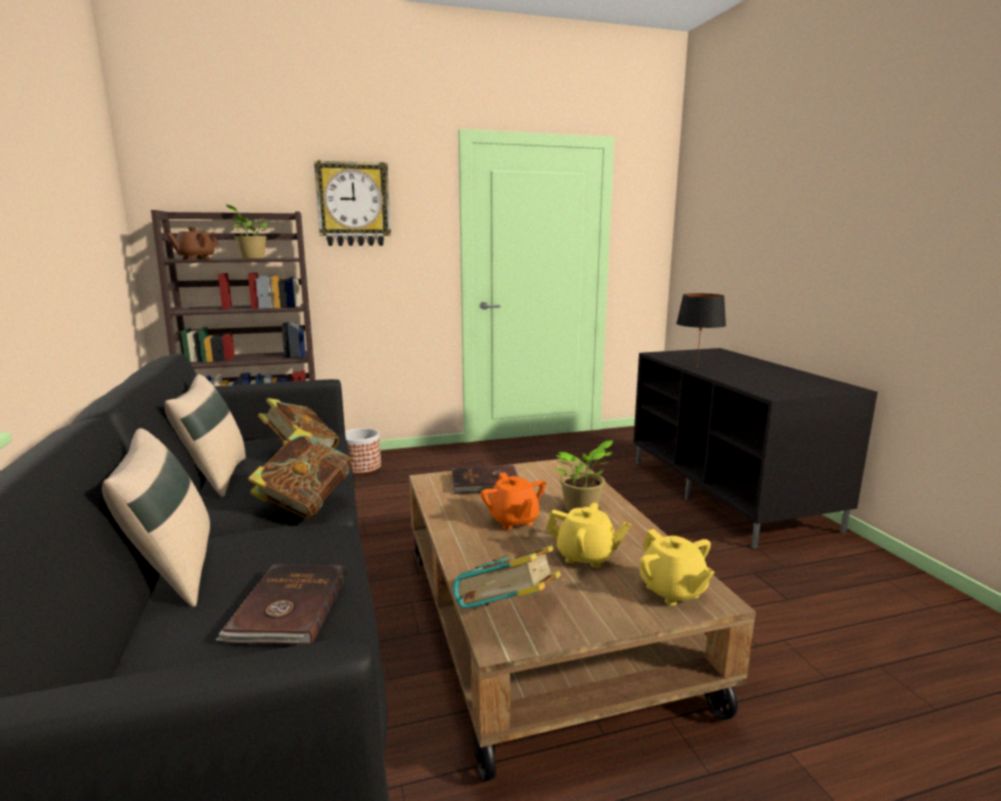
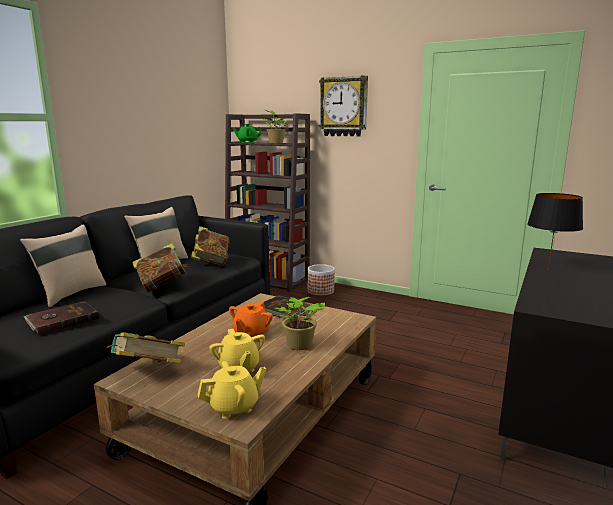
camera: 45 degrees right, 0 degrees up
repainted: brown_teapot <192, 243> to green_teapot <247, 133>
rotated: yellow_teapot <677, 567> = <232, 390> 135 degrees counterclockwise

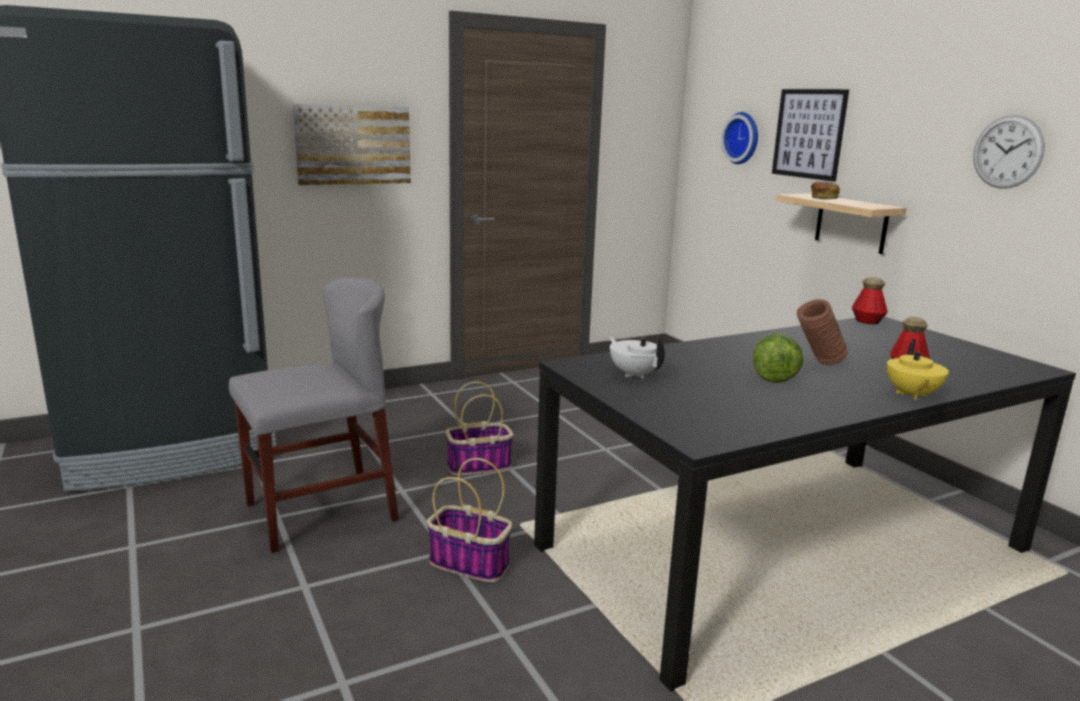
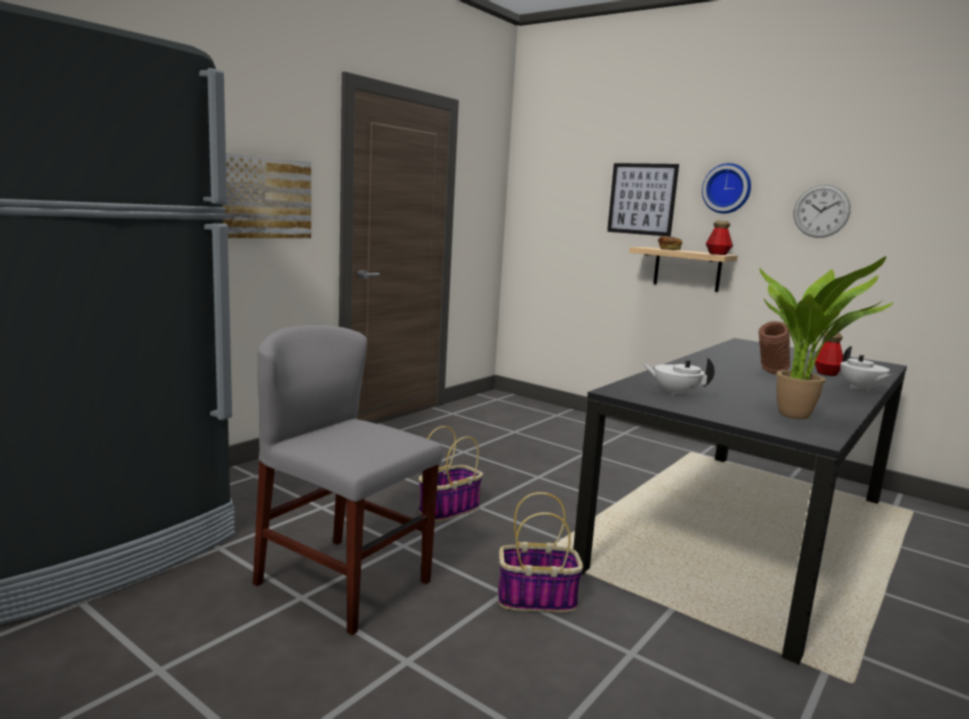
camera: 25 degrees left, 5 degrees down
gone: lettuce <778, 358>
new: potted_plant <826, 337>
shifted: wall_clock <739, 138> to <726, 188>; bottle <870, 301> to <719, 237>
repainted: yellow_teapot <918, 369> to white_teapot <865, 369>
rotated: grey_chair <314, 415> = <347, 480> 90 degrees counterclockwise

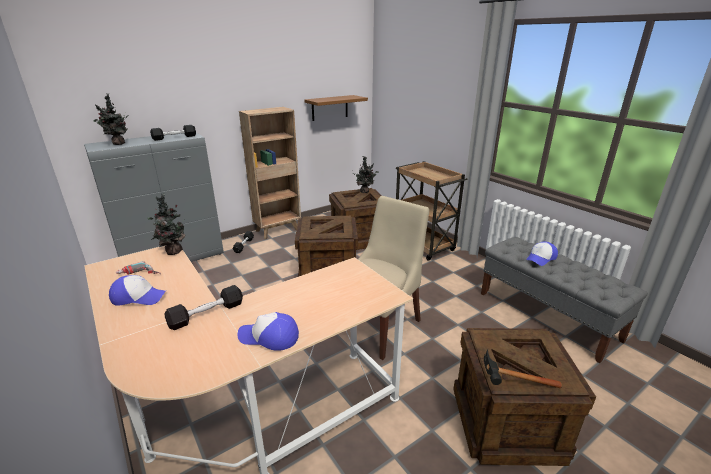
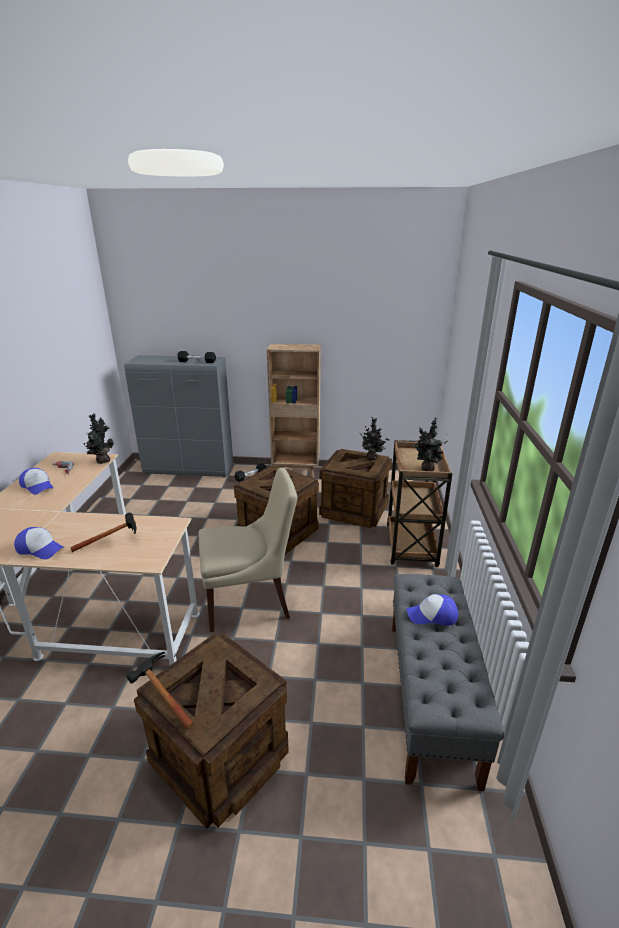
camera: 40 degrees right, 0 degrees up
gone: black_dumbbell <203, 307>; brown_shelf <336, 108>
new: hammer <103, 532>
shifted: potted_plant <110, 119> to <430, 444>
rotated: cap <268, 331> = <39, 543> 150 degrees clockwise

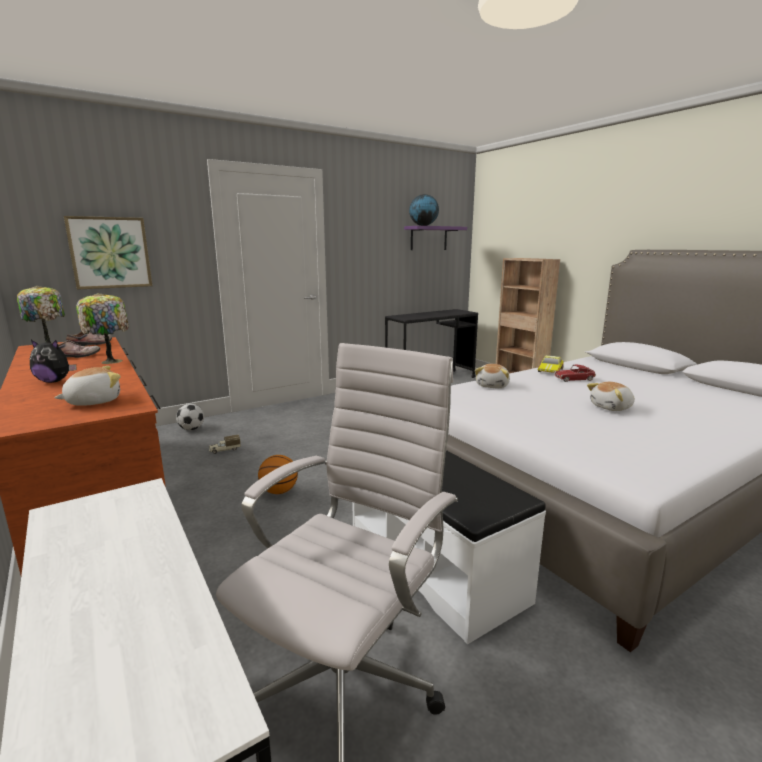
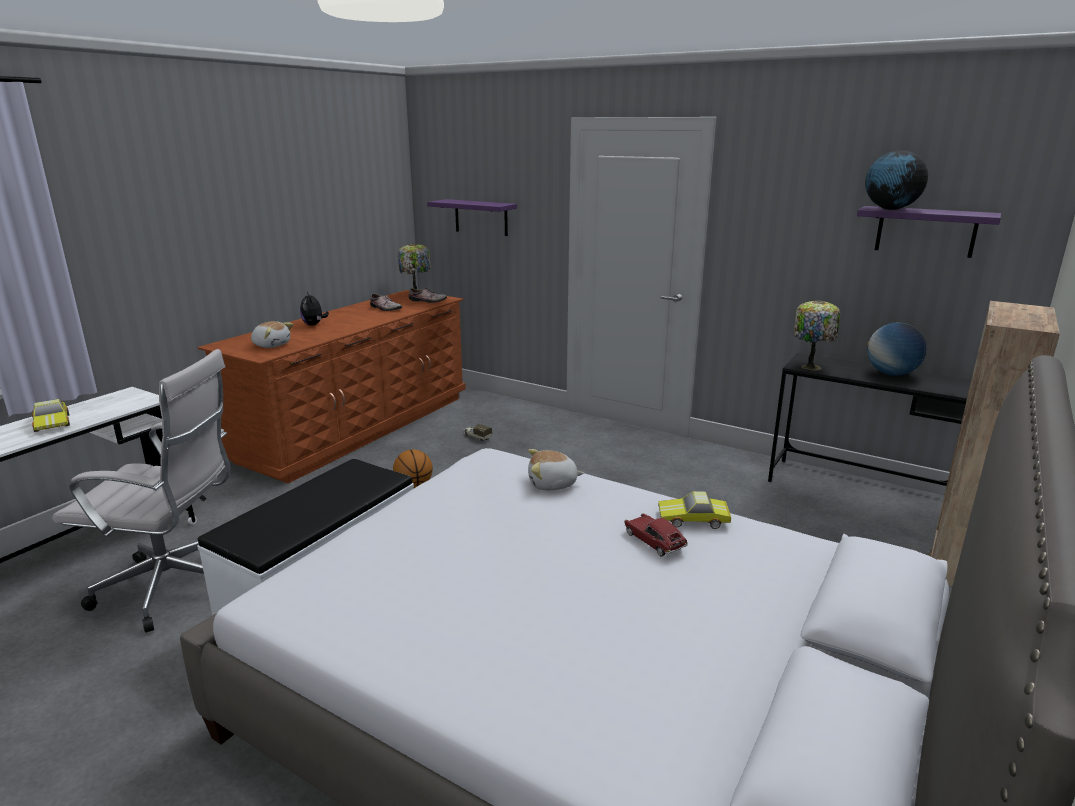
camera: 65 degrees right, 5 degrees up
gone: football <190, 417>; plush_toy <611, 396>
new: toy_car <50, 415>; globe <897, 349>
shifted: table_lamp <102, 328> to <817, 335>
swapped: picture <108, 253> to purple_shelf <472, 217>

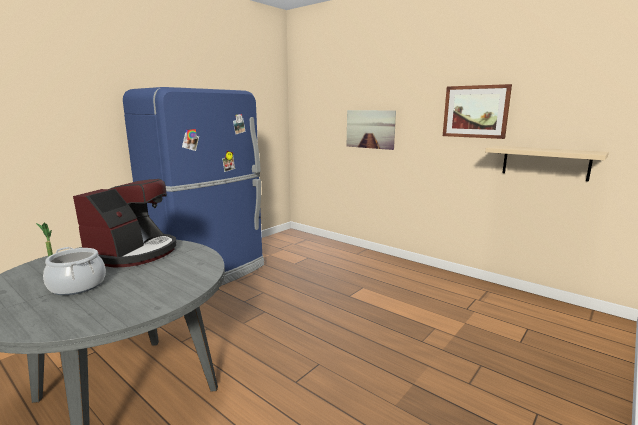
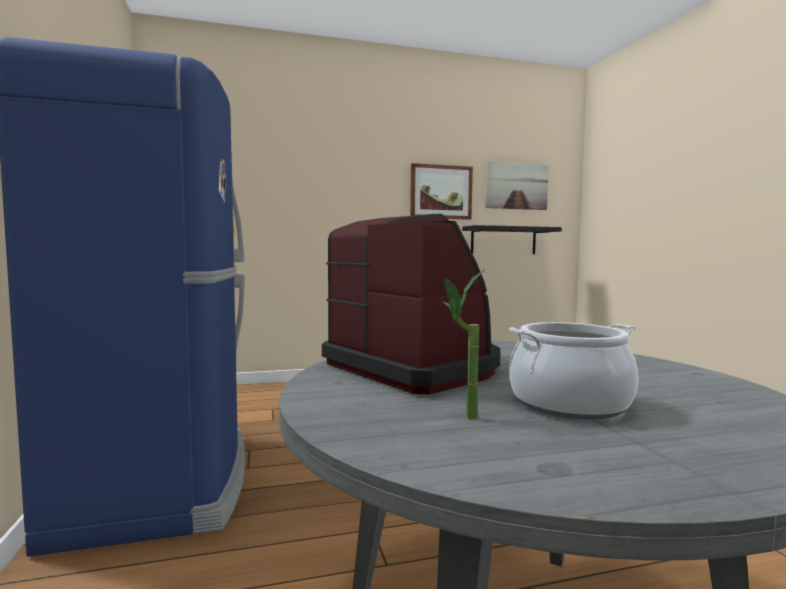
camera: 55 degrees left, 10 degrees down
shifted: picture <371, 130> to <517, 185>
repainted: beige_shelf <547, 164> to black_shelf <512, 239>

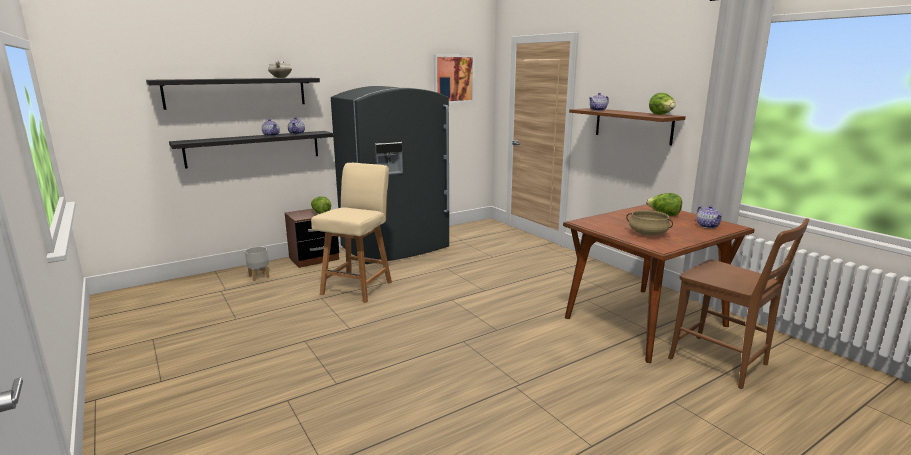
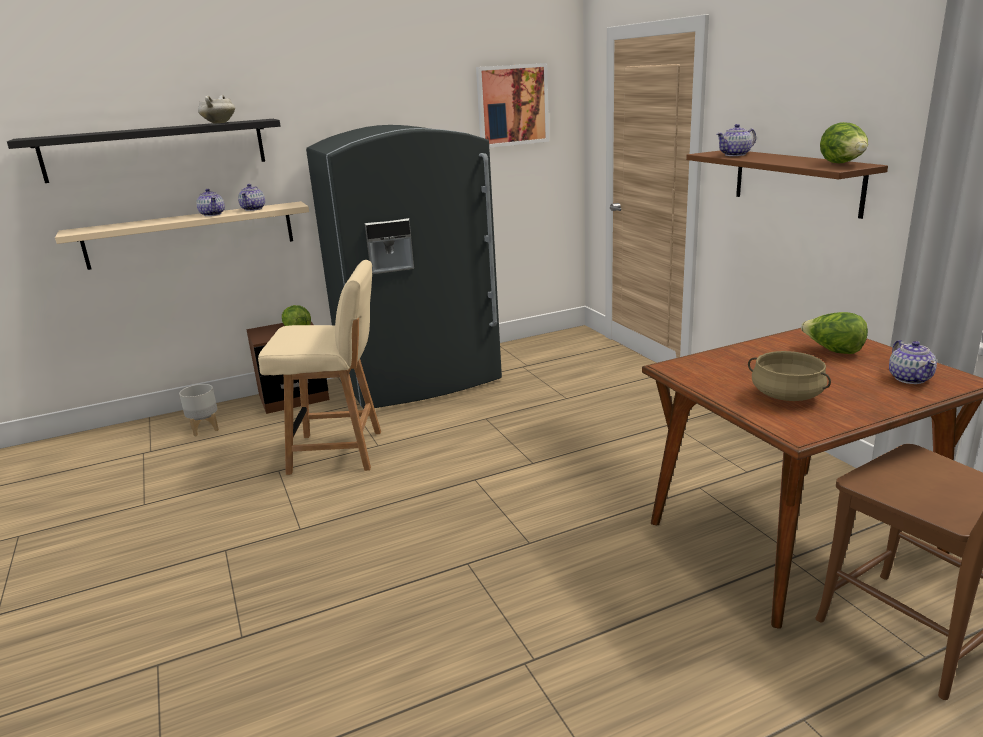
camera: 10 degrees right, 5 degrees up
repainted: black_shelf <251, 150> to beige_shelf <182, 235>
rotated: beige_chair <351, 233> = <319, 367> 60 degrees clockwise

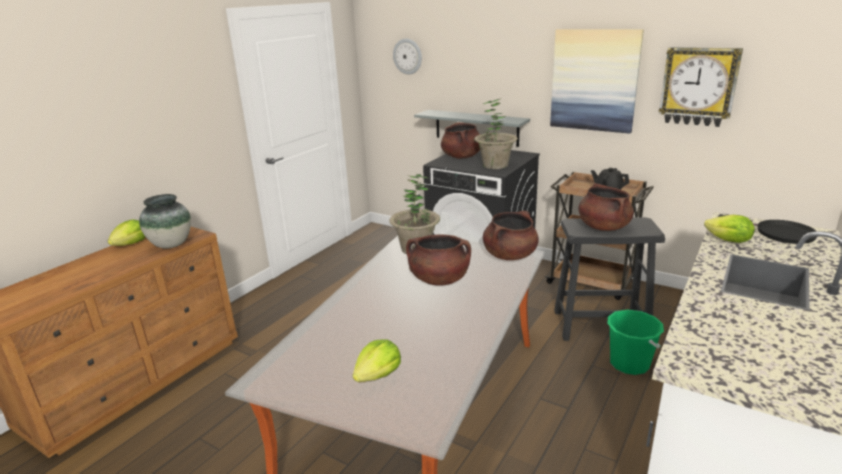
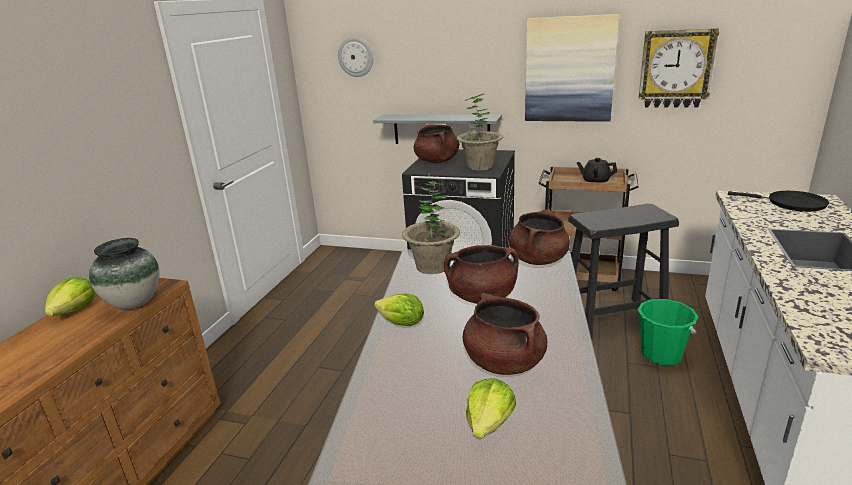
camera: 15 degrees left, 0 degrees up
shifted: brown_cooking_pot <606, 207> to <505, 334>; lettuce <729, 229> to <399, 309>

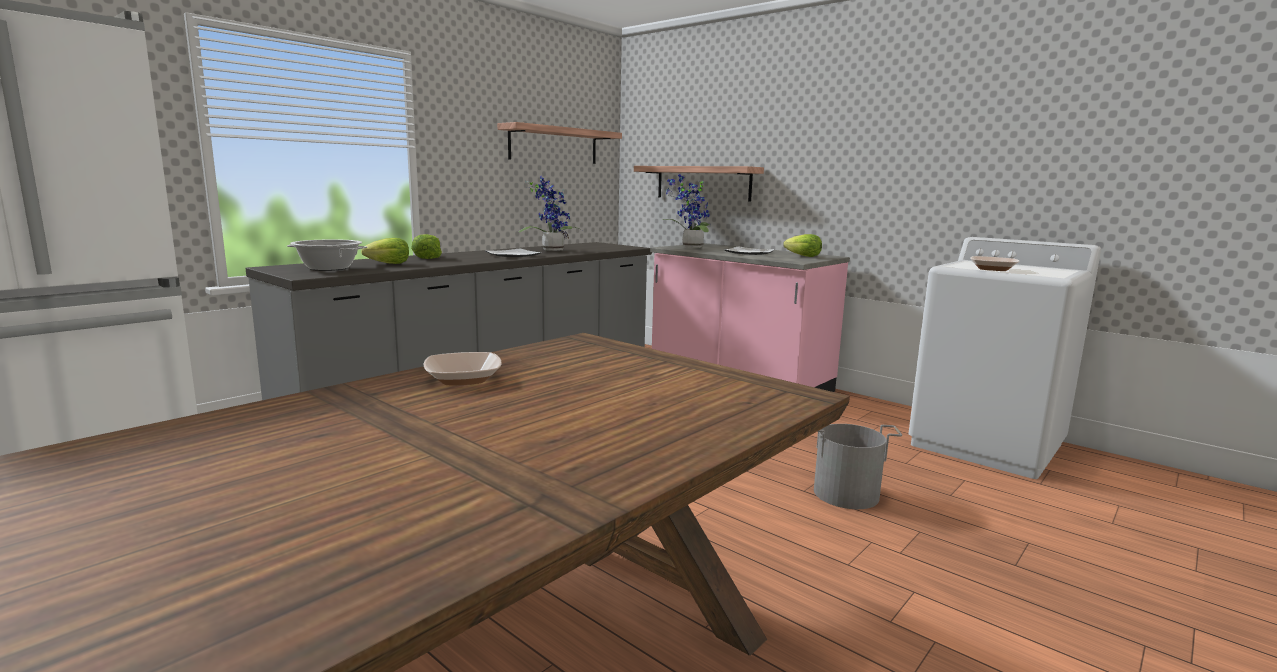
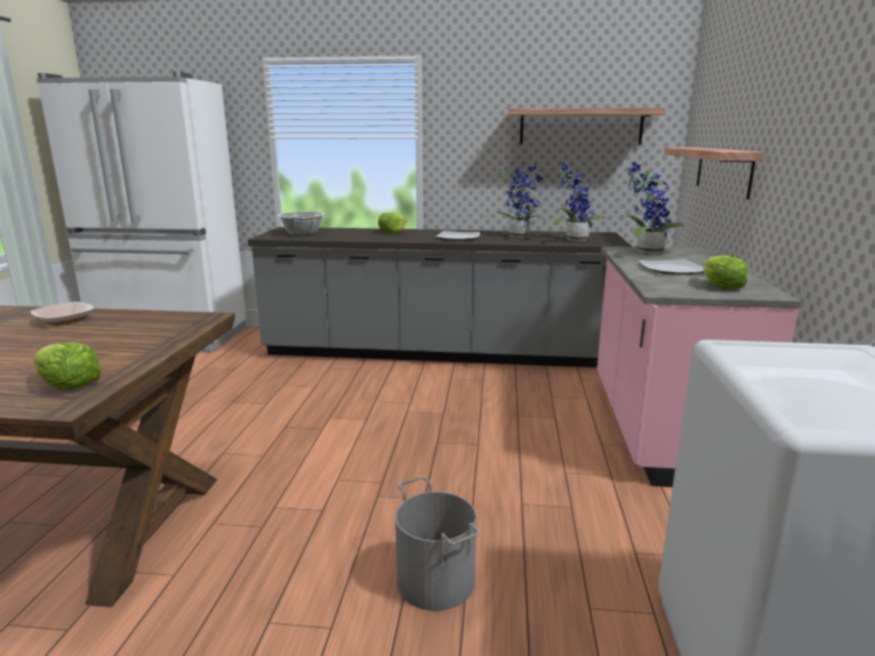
camera: 55 degrees right, 5 degrees up
gone: bowl <994, 263>
new: potted_plant <578, 202>
shifted: lettuce <385, 251> to <67, 366>

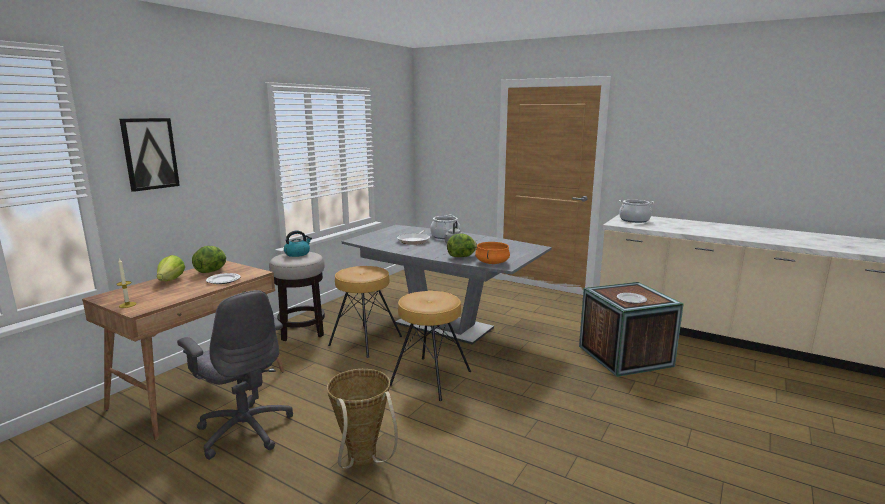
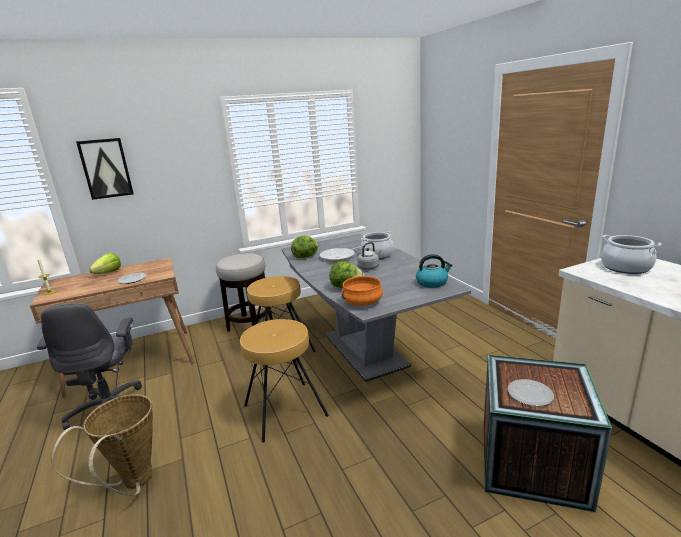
camera: 35 degrees right, 5 degrees up
shifted: lettuce <209, 259> to <305, 247>; kettle <298, 243> to <434, 271>

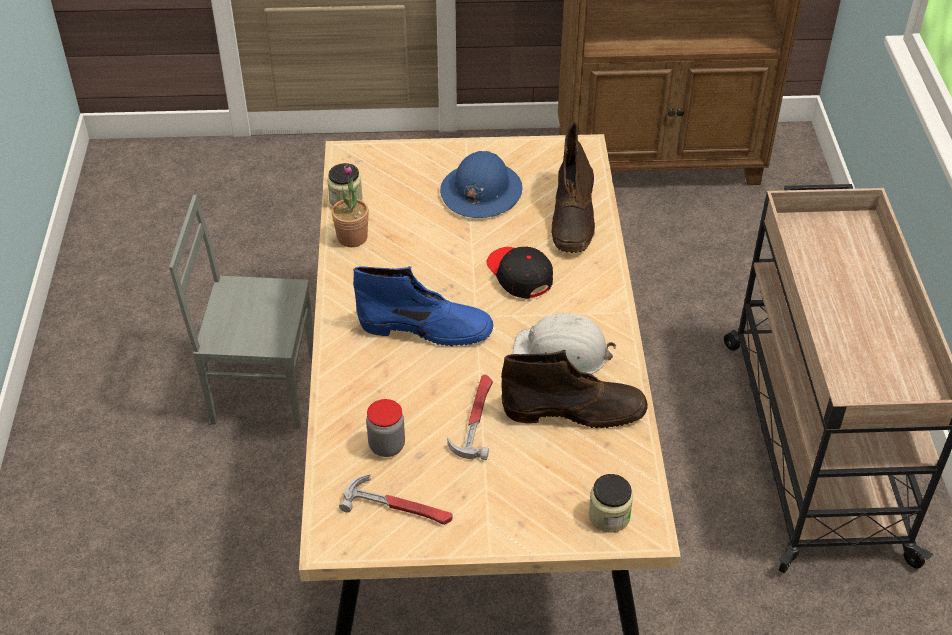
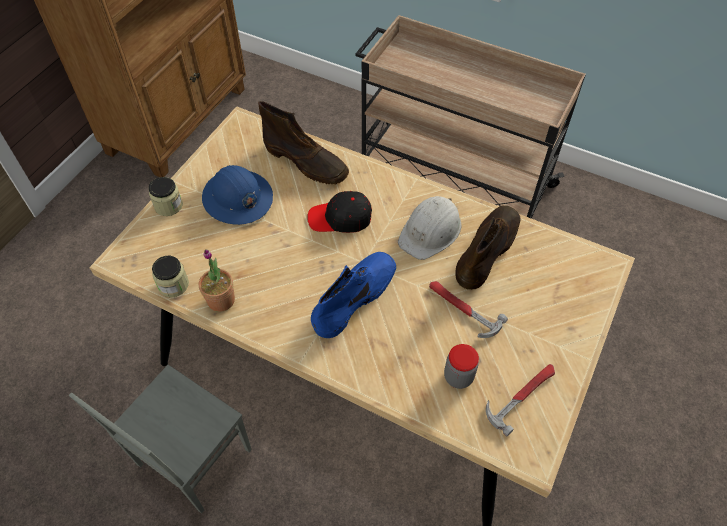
camera: 60 degrees left, 10 degrees up
shifted: jar <610, 503> to <165, 196>

